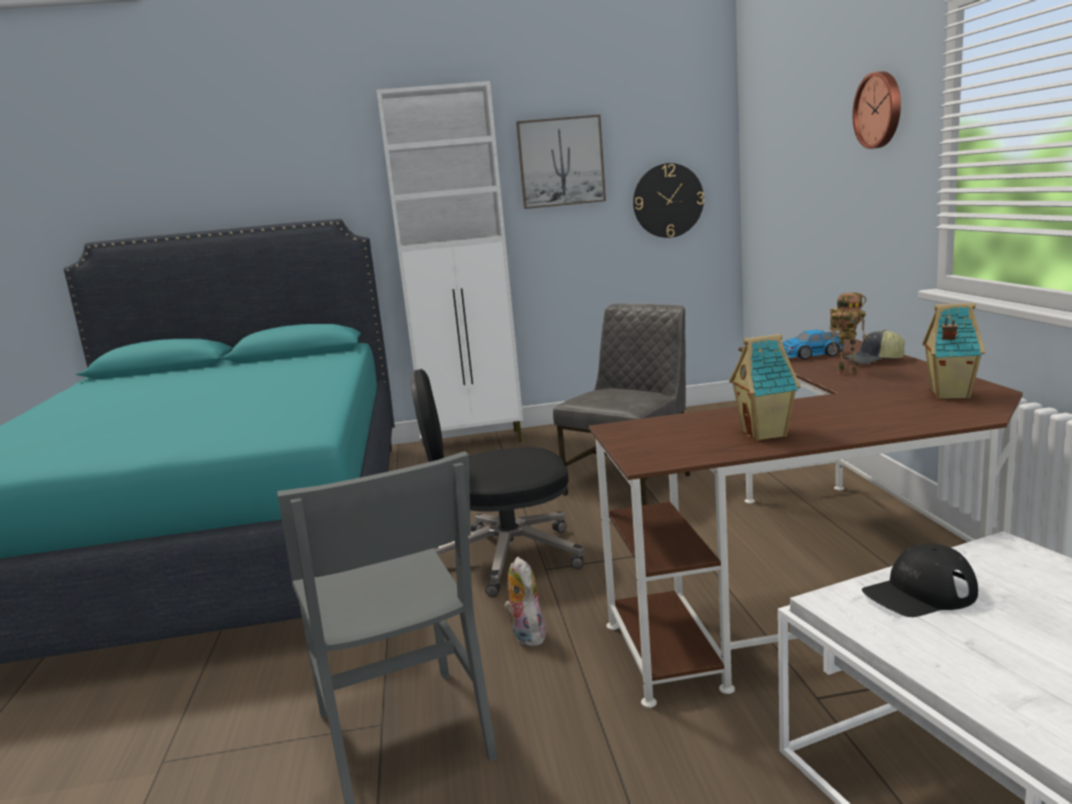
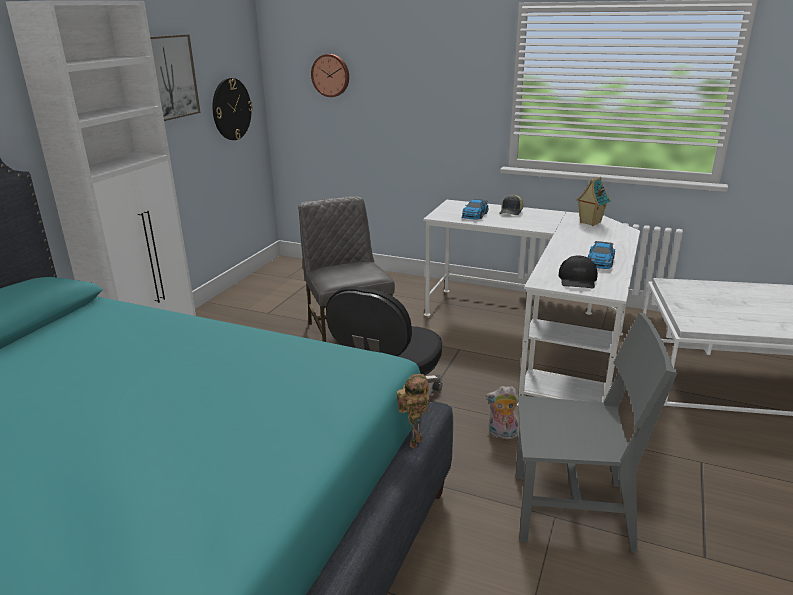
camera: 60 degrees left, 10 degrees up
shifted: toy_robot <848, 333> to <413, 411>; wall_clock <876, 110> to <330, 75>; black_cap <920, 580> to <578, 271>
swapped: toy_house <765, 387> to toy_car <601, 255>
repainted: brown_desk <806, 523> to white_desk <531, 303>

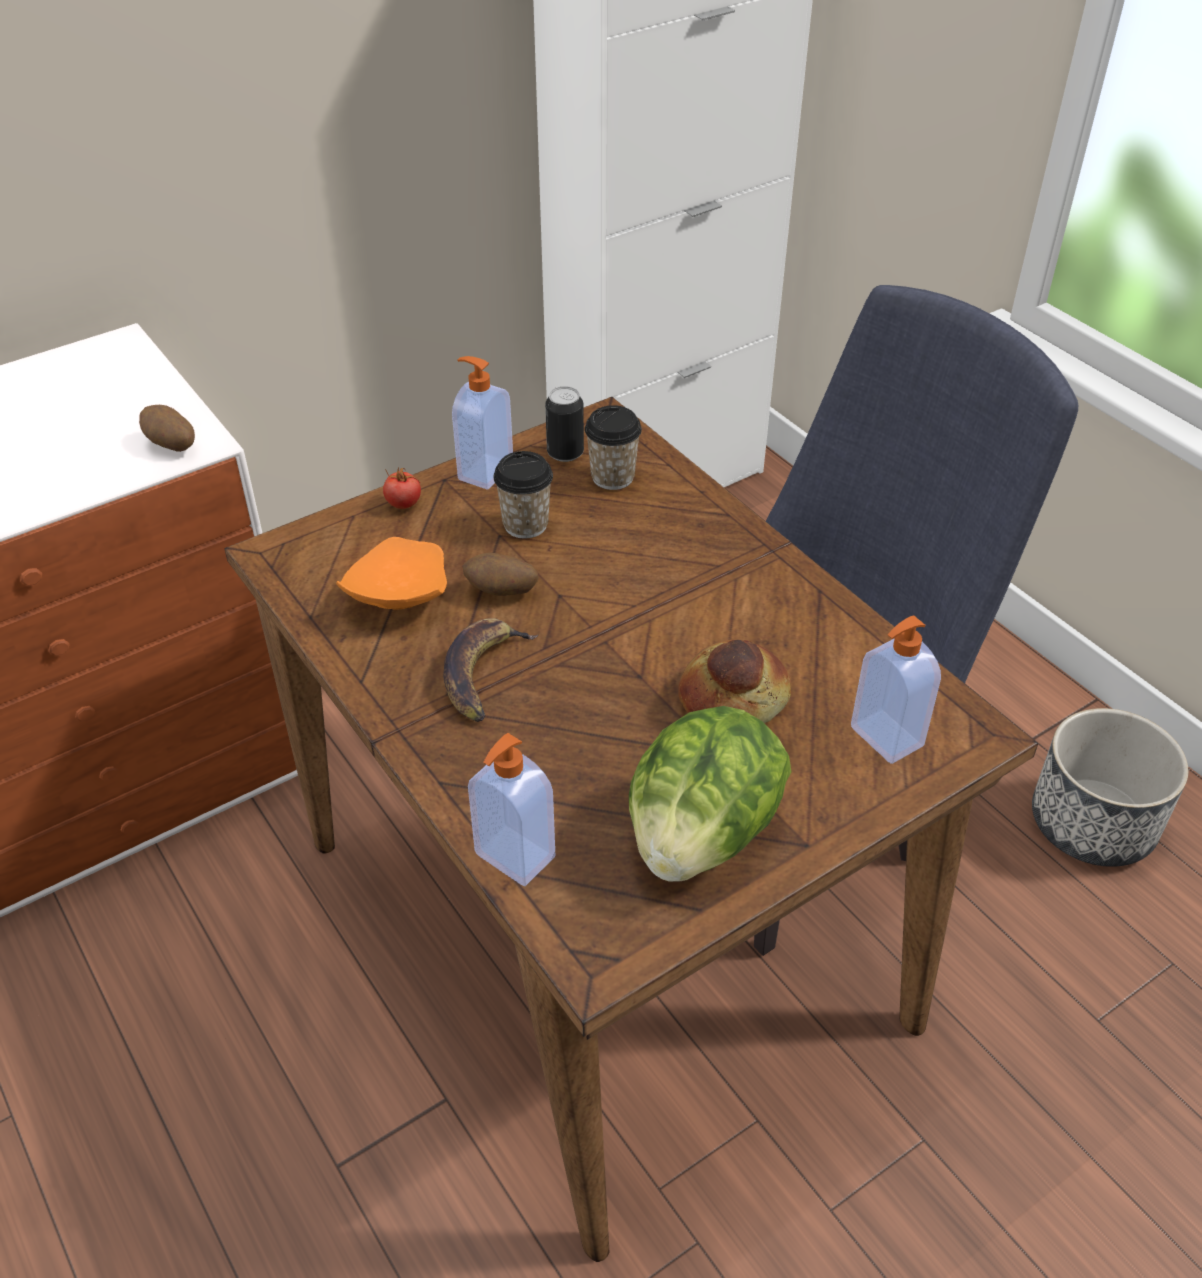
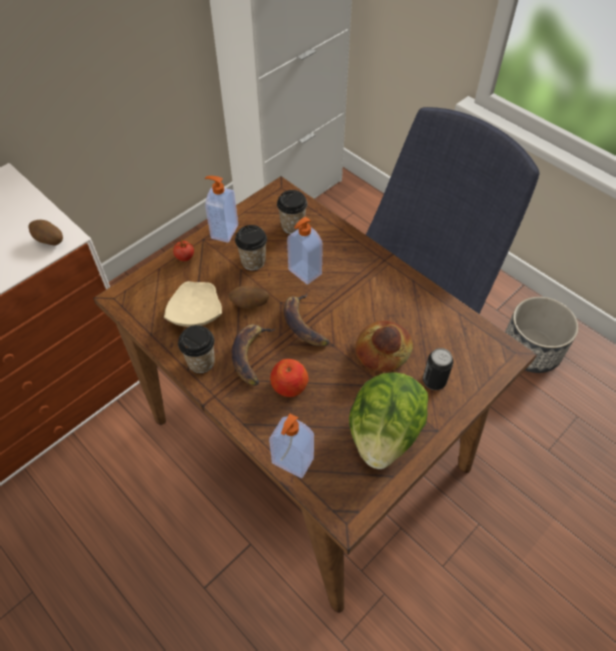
camera: 10 degrees left, 10 degrees up
new: cup <196, 349>; apple <289, 378>; banana <306, 320>
shifted: can <564, 424> to <438, 369>; soap_dispenser <896, 689> to <305, 251>
repainted: orange_plate <391, 573> to beige_plate <193, 304>

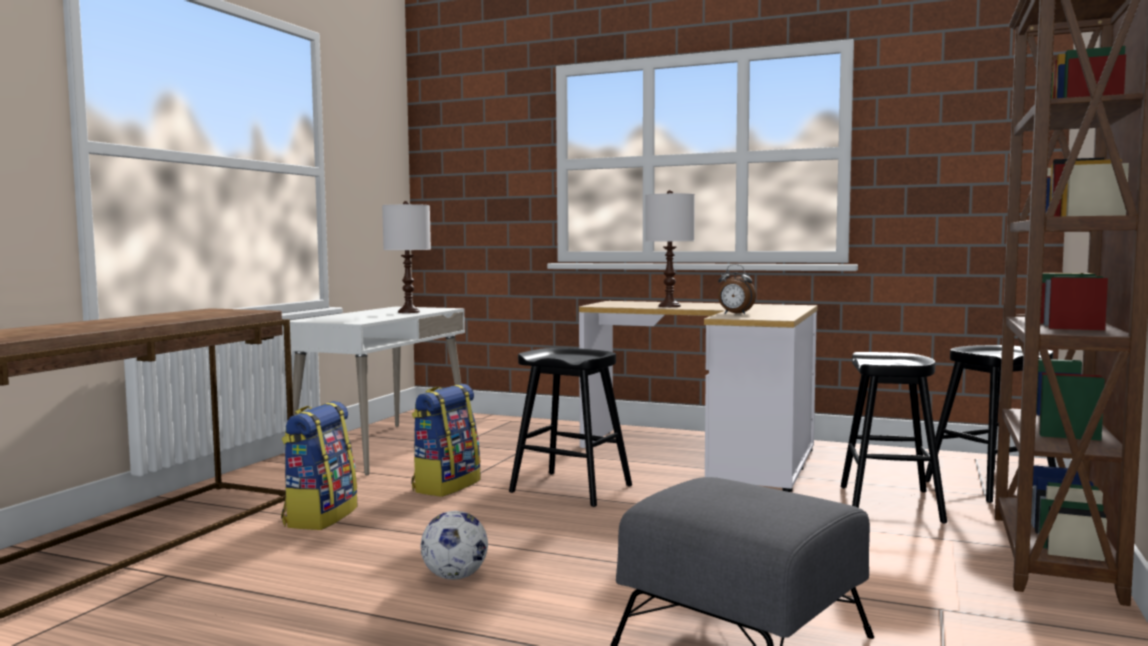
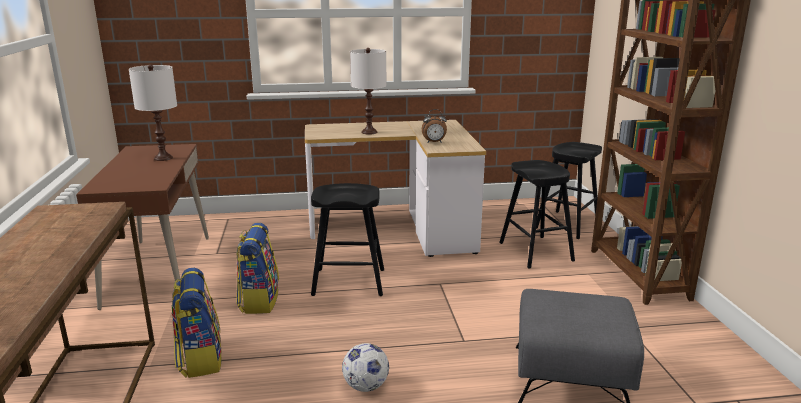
camera: 30 degrees left, 15 degrees up
repainted: white_desk <373, 391> to brown_desk <142, 227>

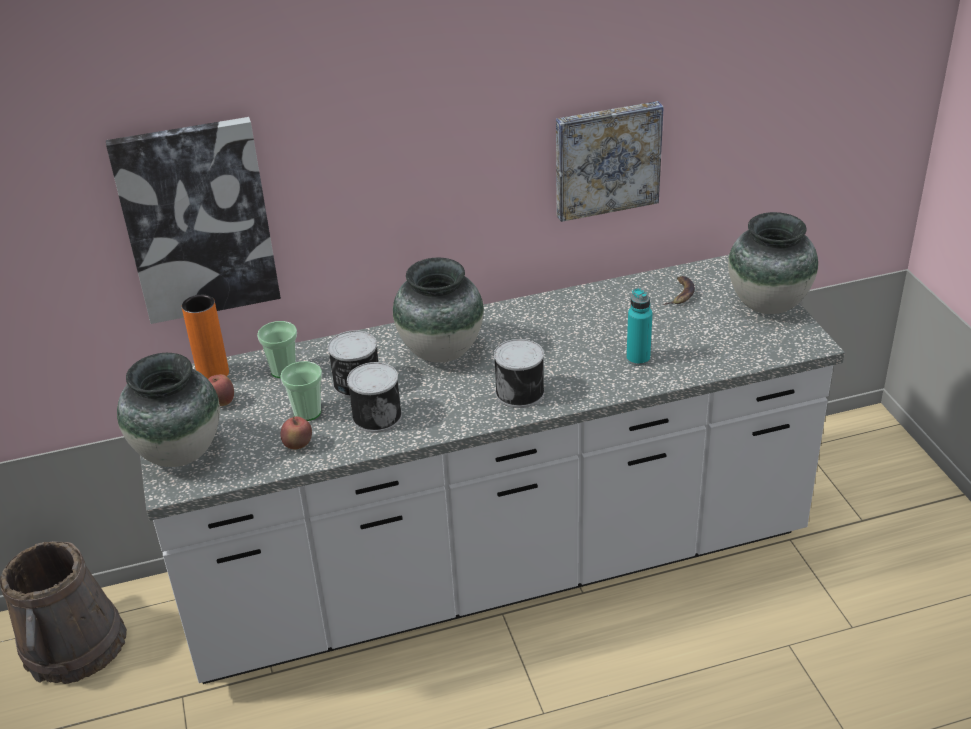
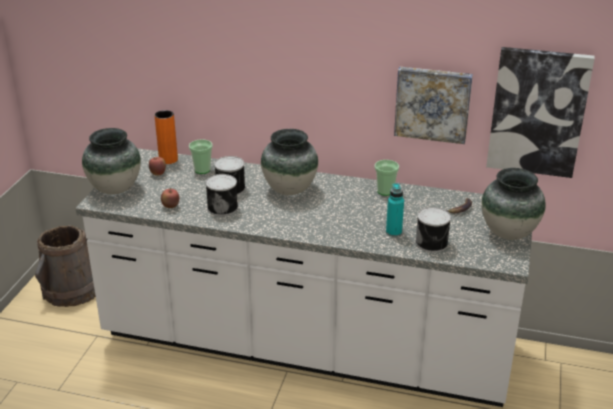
camera: 30 degrees right, 5 degrees down
shifted: picture <193, 220> to <540, 112>; cup <301, 391> to <387, 178>; can <519, 373> to <433, 230>

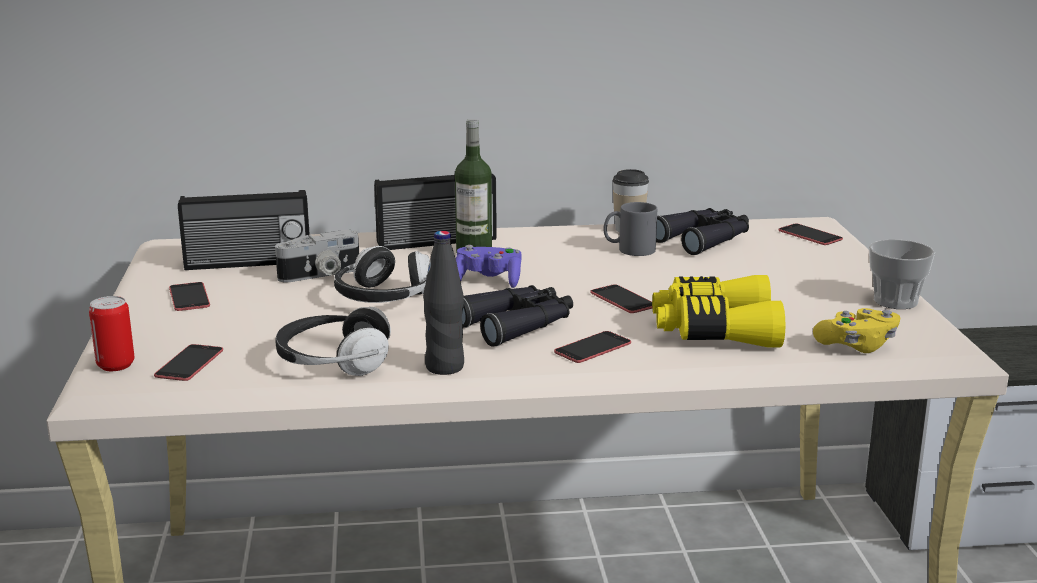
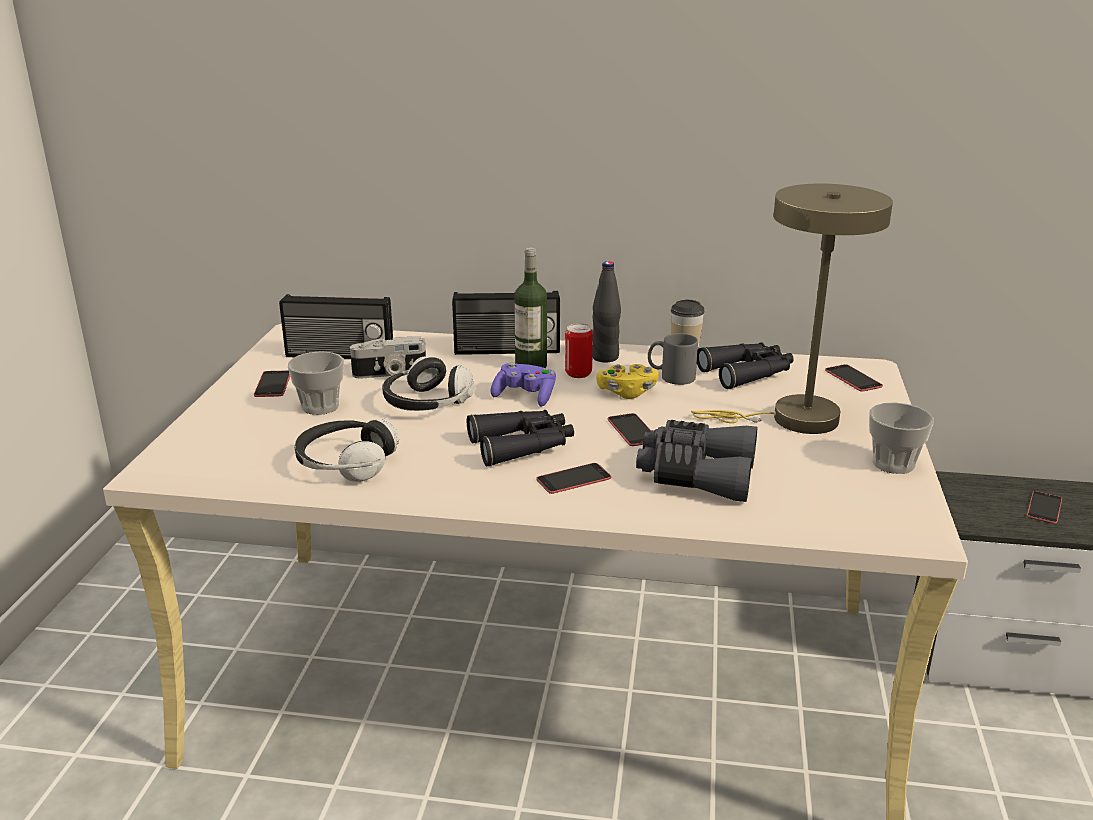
camera: 15 degrees right, 5 degrees up
new: cup <316, 383>; beige_table_lamp <792, 309>
shifted: can <111, 333> to <579, 350>; phone <188, 362> to <1044, 507>; black_bottle <443, 303> to <606, 311>; yellow_game_controller <856, 330> to <627, 381>
repainted: yellow_binoculars <719, 311> to grey_binoculars <696, 461>

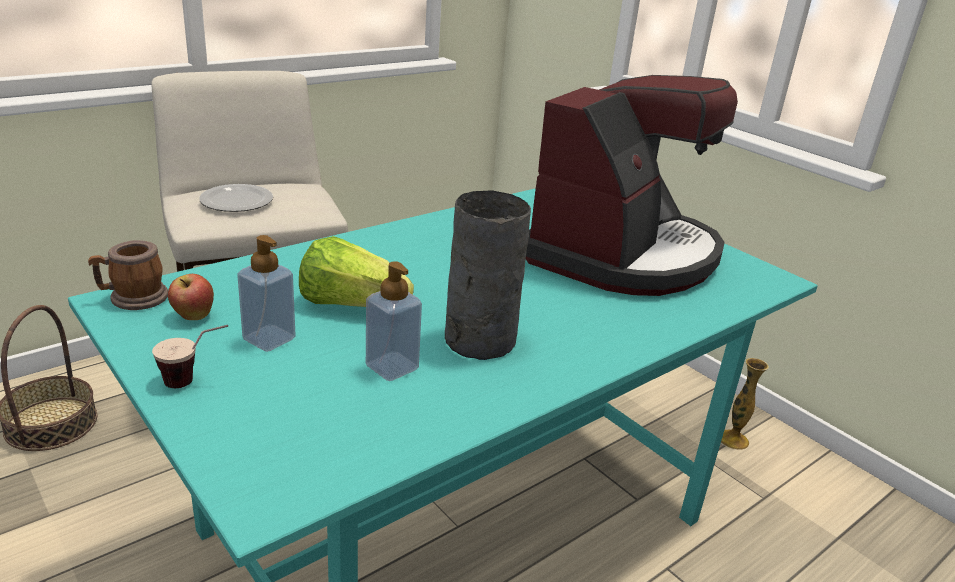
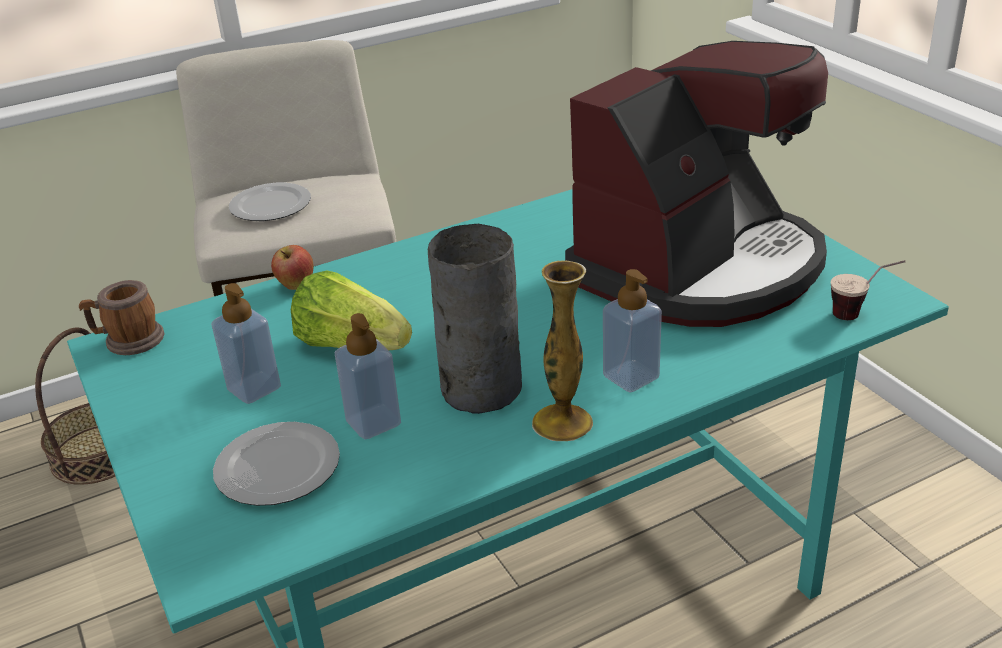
camera: 15 degrees right, 5 degrees up
new: plate <276, 464>; soap_dispenser <632, 331>
shifted: cup <190, 356> to <868, 290>; apple <191, 297> to <292, 267>; vase <745, 404> to <562, 351>

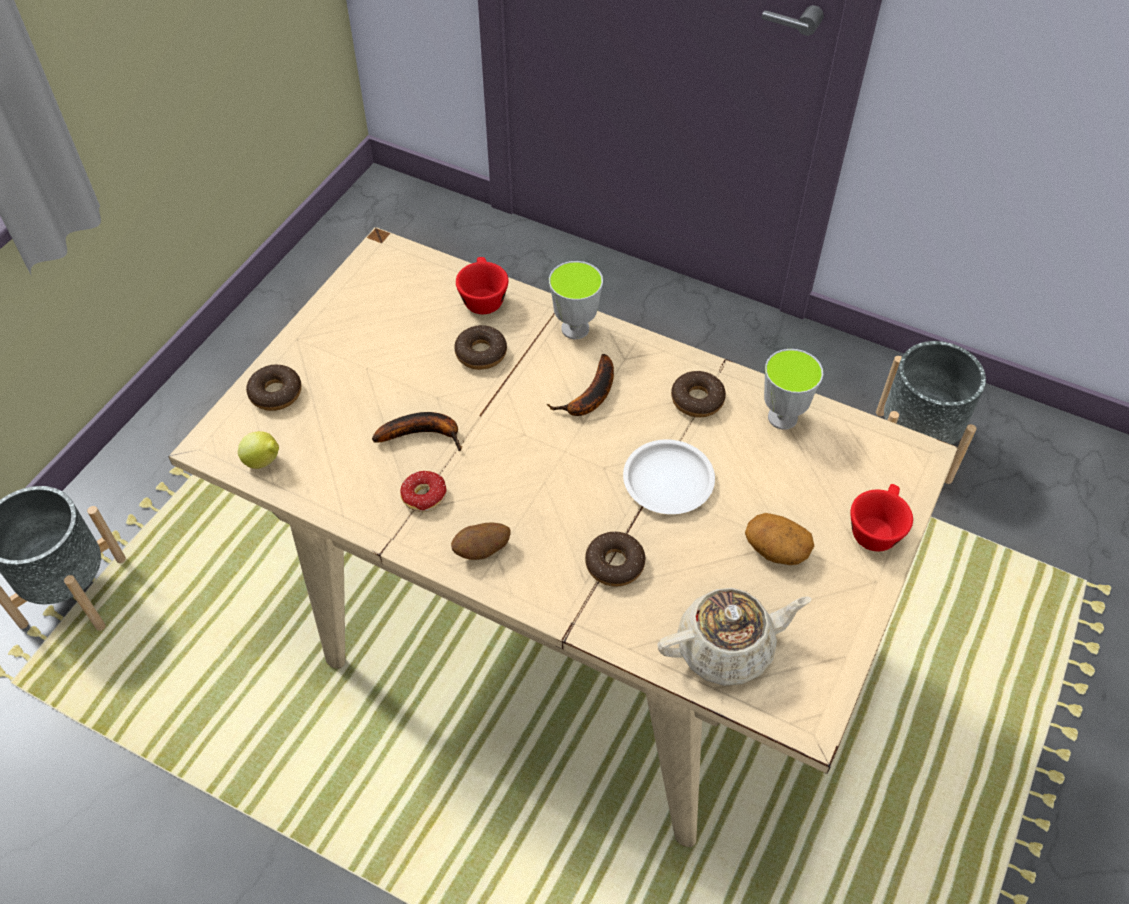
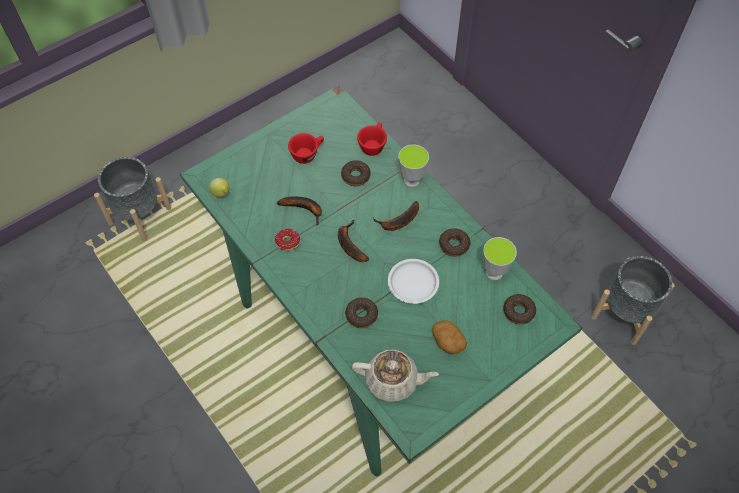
camera: 25 degrees right, 5 degrees up
gone: potato <481, 541>
new: banana <353, 241>
shifted: donut <273, 387> to <519, 309>; red_cup <881, 517> to <306, 148>
repainted: beige_dining_table <563, 537> to green_dining_table <381, 281>

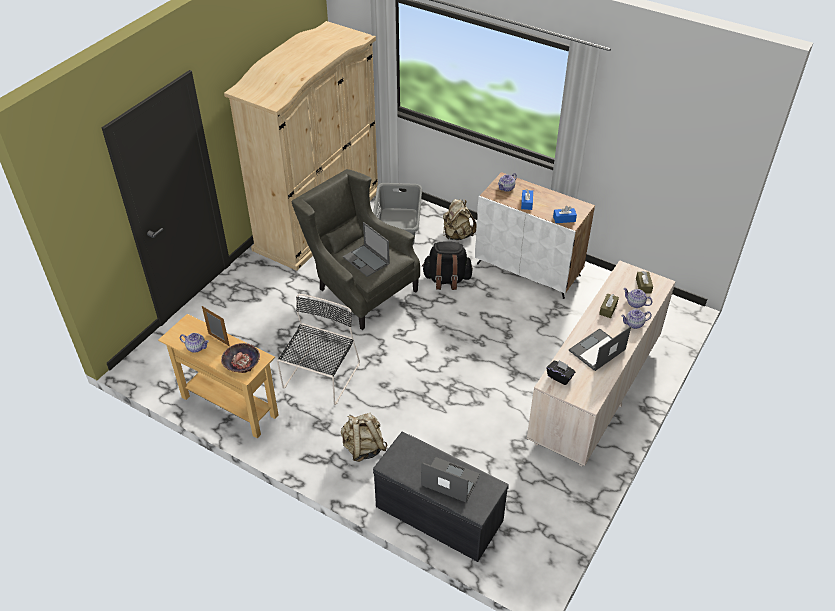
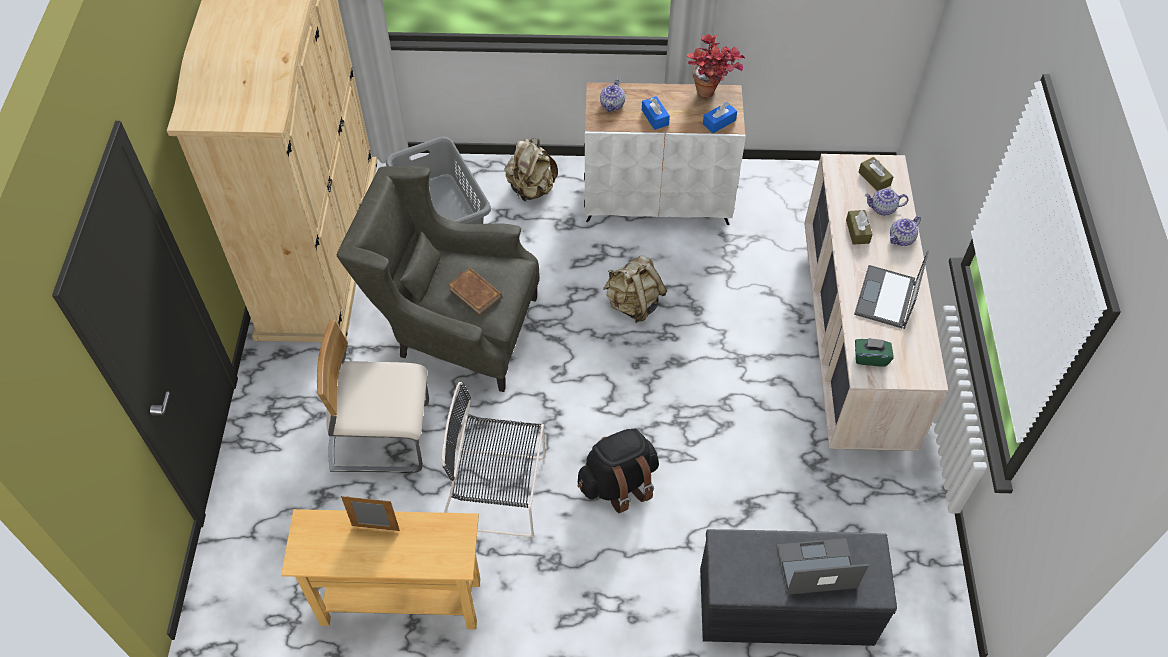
camera: 30 degrees left, 10 degrees up
gone: teapot <194, 343>; bowl <240, 358>
new: beige_chair <373, 396>; potted_plant <715, 66>
shifted: beige_backpack <364, 437> to <635, 289>; black_backpack <447, 265> to <618, 471>
swapped: laptop <366, 249> to brown_book <475, 291>
repainted: black_tissue_box <561, 372> to green_tissue_box <874, 352>
rotated: black_chair <318, 349> = <494, 460> 75 degrees counterclockwise

